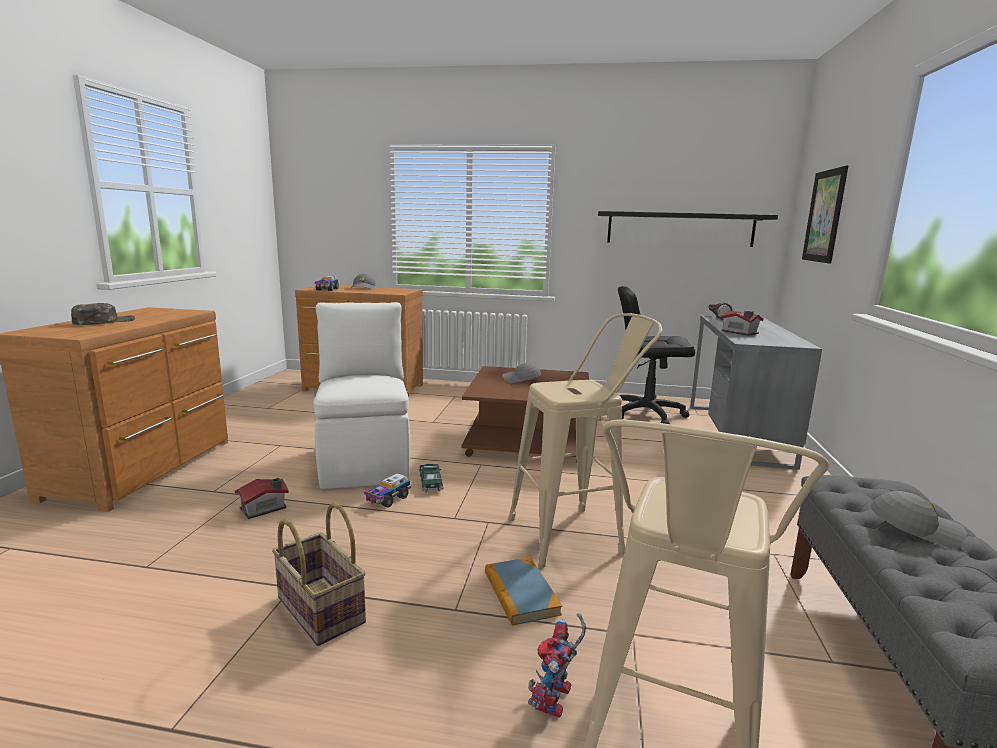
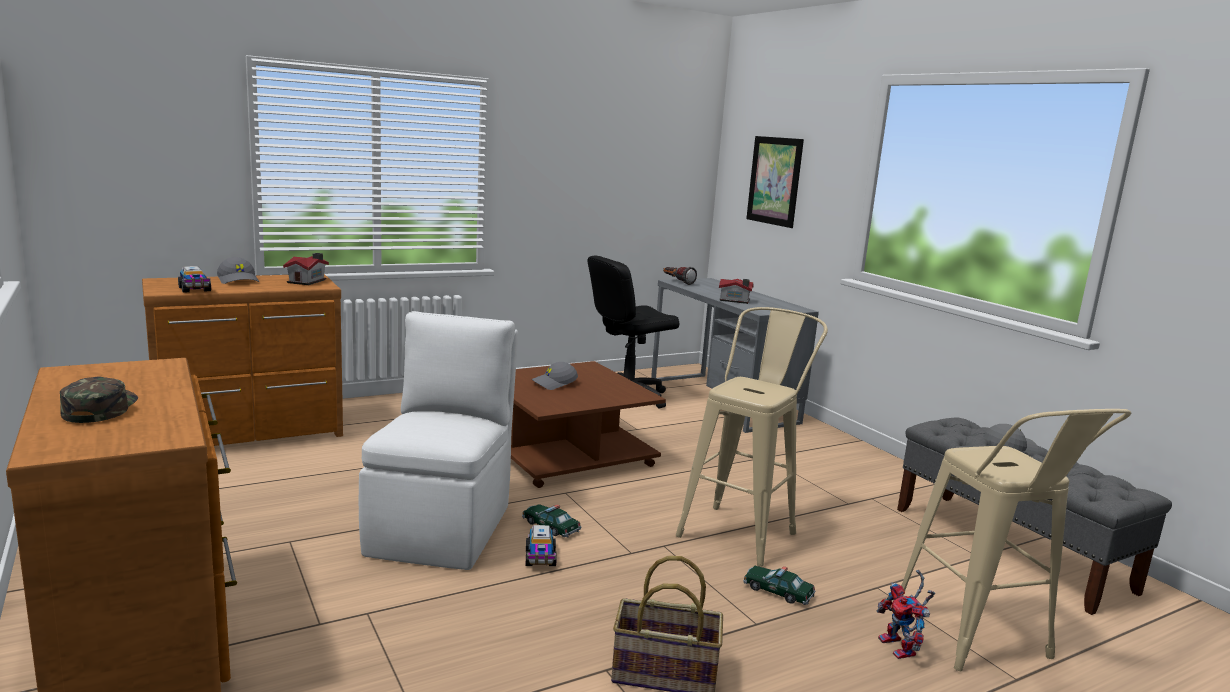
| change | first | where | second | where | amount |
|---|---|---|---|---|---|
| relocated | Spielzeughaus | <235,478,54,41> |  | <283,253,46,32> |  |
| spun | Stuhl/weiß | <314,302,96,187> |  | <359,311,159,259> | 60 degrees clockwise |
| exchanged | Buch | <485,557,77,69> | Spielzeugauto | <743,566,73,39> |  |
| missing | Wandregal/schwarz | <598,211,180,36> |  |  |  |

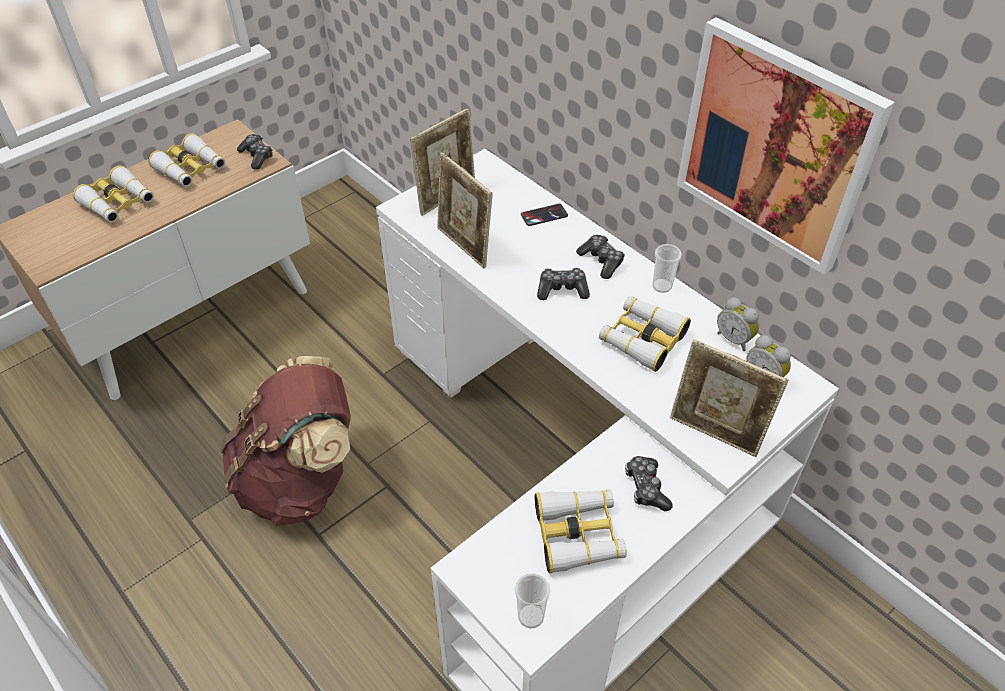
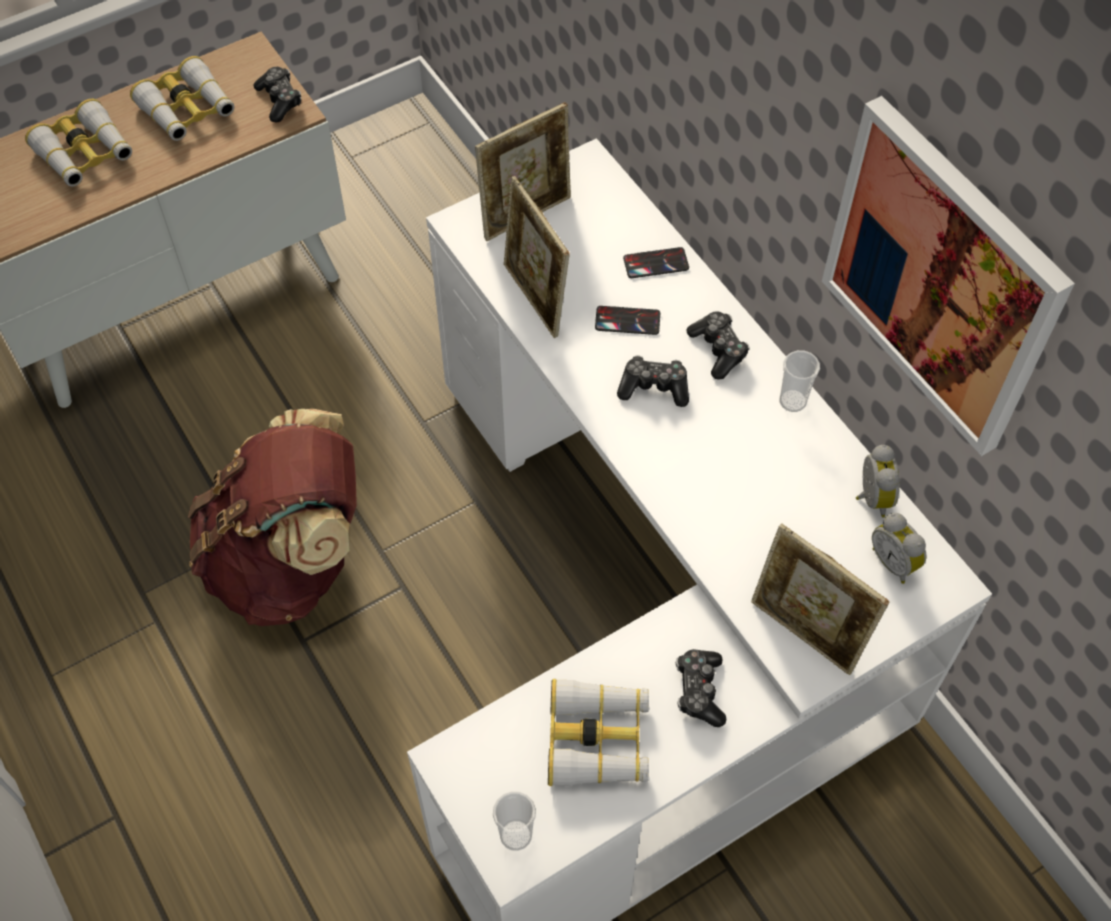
| change | first | where | second | where | amount |
|---|---|---|---|---|---|
| appeared |  |  | Handy | <595,306,65,29> |  |
| spun | Wecker | <717,297,42,54> |  | <856,445,44,73> | 150 degrees counterclockwise |
| missing | Fernglas | <599,296,92,76> |  |  |  |

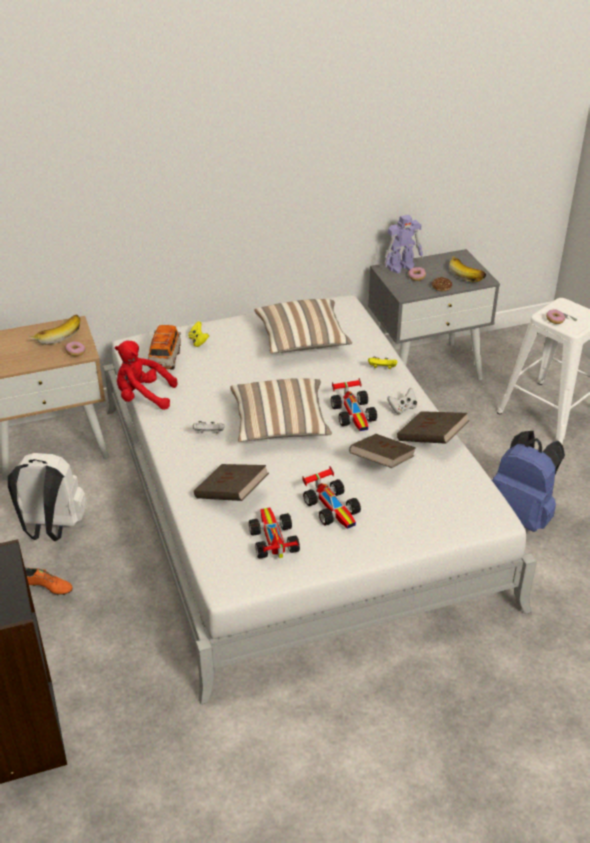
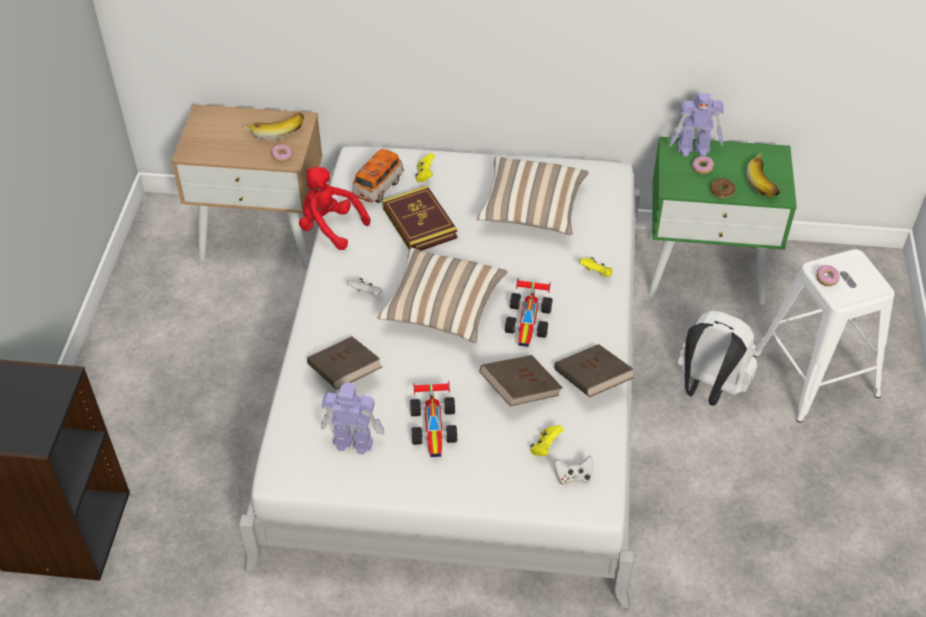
| change | first | where | second | where | amount |
|---|---|---|---|---|---|
| exchanged | Spielzeugauto | <249,507,51,52> | Spielzeugroboter | <321,382,64,72> |  |
| appeared |  |  | Buch | <382,186,75,65> |  |
| appeared |  |  | Gamepad/gelb | <530,425,34,31> |  |
| relocated | Gamepad/weiß | <387,388,30,26> |  | <554,456,39,29> |  |
| colour | Nachttisch/grau | <368,249,132,131> | Nachttisch/grün | <648,137,149,167> |  |
| relocated | Rucksack/weiß | <8,453,79,88> |  | <678,310,79,96> |  |
| missing | Schuh/orange | <25,567,48,28> |  |  |  |
| missing | Rucksack/blau | <492,431,73,101> |  |  |  |

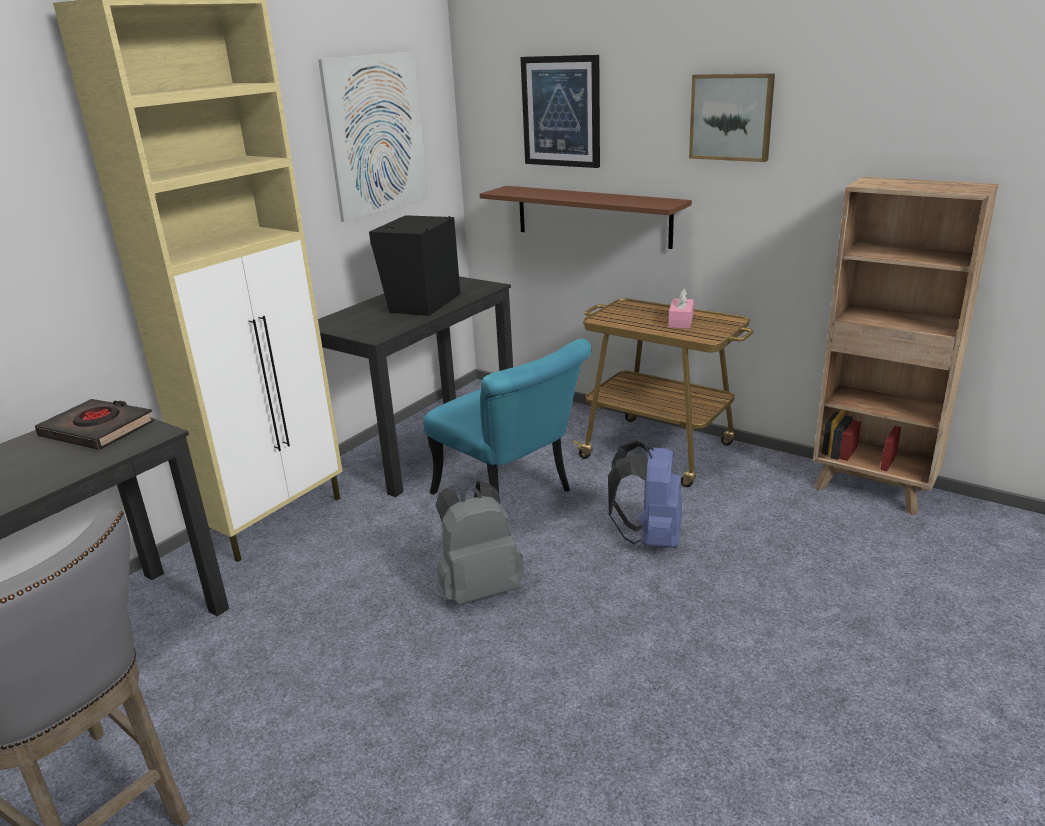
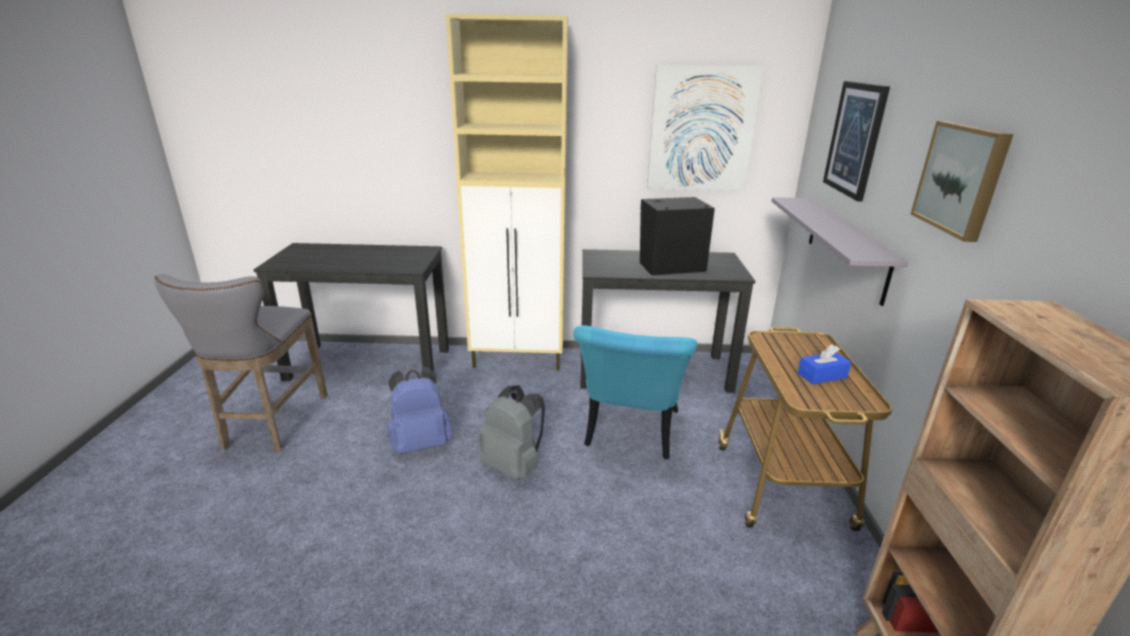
| change | first | where | second | where | amount |
|---|---|---|---|---|---|
| relocated | Rucksack/blau | <608,440,74,108> |  | <387,366,64,88> |  |
| colour | Wandregal/braun | <480,186,212,63> | Wandregal/grau | <772,197,136,109> |  |
| colour | Taschentuchbox/rosa | <668,289,26,40> | Taschentuchbox/blau | <798,344,53,41> |  |
| missing | Buch/schwarz | <35,399,119,51> |  |  |  |

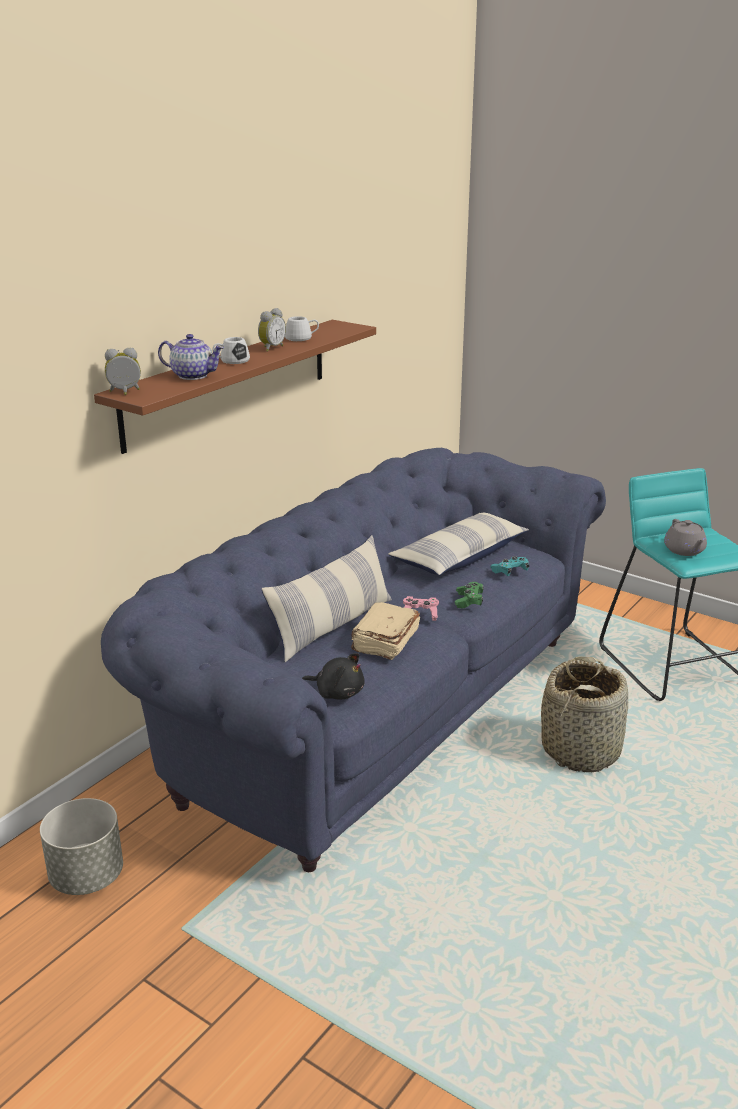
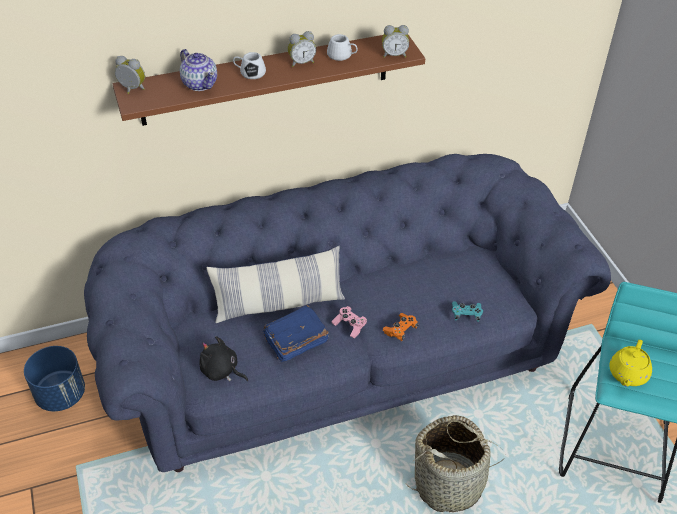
| change | first | where | second | where | amount |
|---|---|---|---|---|---|
| colour | Pflanzkübel/grau | <40,798,83,97> | Pflanzkübel/blau | <24,346,61,65> |  |
| spun | Plüschtier/schwarz | <302,653,63,47> |  | <199,336,49,45> | 150 degrees clockwise |
| colour | Buch/beige | <351,602,69,58> | Buch/blau | <263,305,66,57> |  |
| appeared |  |  | Wecker | <382,25,27,33> |  |
| colour | Gamepad/grün | <455,582,29,27> | Gamepad/orange | <383,313,35,28> |  |
| colour | Teekanne/grau | <664,519,43,37> | Teekanne/gelb | <609,340,43,47> |  |
| missing | Kissen | <388,513,141,62> |  |  |  |

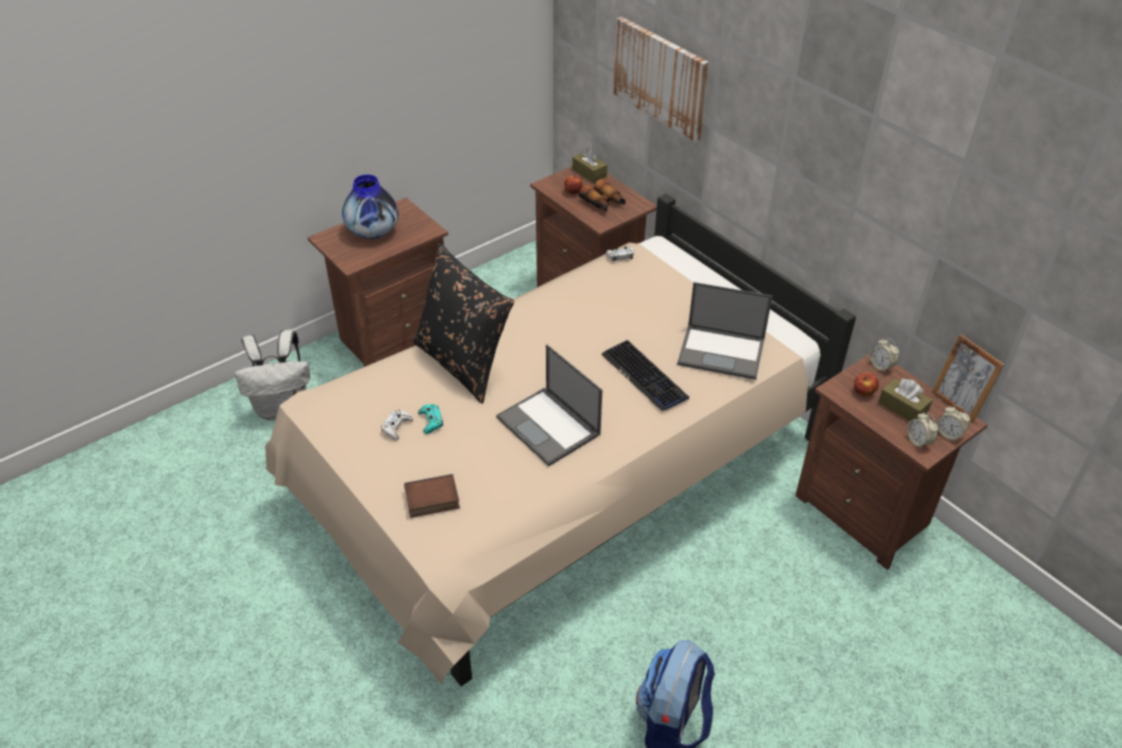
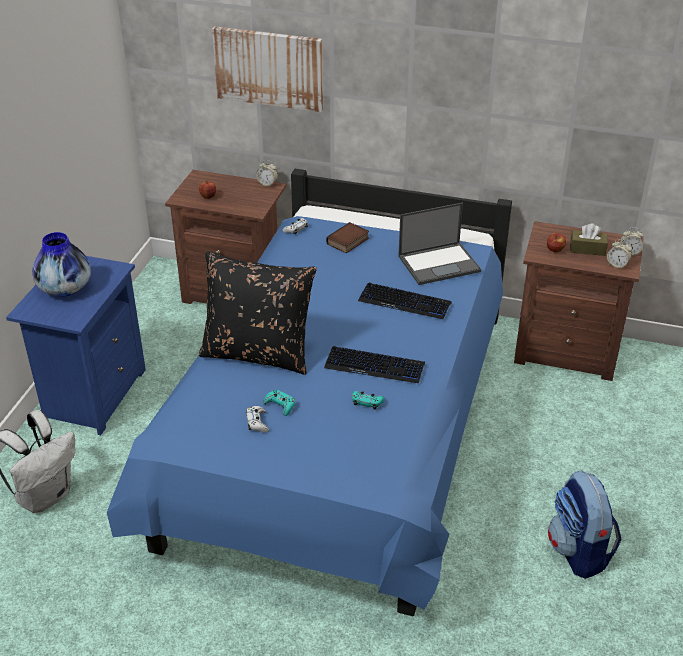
| change | first | where | second | where | amount |
|---|---|---|---|---|---|
| colour | Nachttisch/braun | <307,198,141,169> | Nachttisch/blau | <6,256,140,180> |  |
| colour | Bett/beige | <265,194,591,492> | Bett/blau | <107,169,405,447> |  |
| relocated | Wecker | <870,338,29,35> |  | <256,160,22,27> |  |
| exchanged | Laptop | <496,344,106,122> | Tastatur | <324,346,101,37> |  |
| relocated | Buch | <404,474,56,44> |  | <326,222,43,31> |  |
| appeared |  |  | Gamepad/türkis | <352,391,32,19> |  |
| missing | Taschentuchbox/braun | <572,149,35,34> |  |  |  |
| missing | Fernglas | <579,179,47,33> |  |  |  |
| missing | Bilderrahmen | <931,334,73,89> |  |  |  |

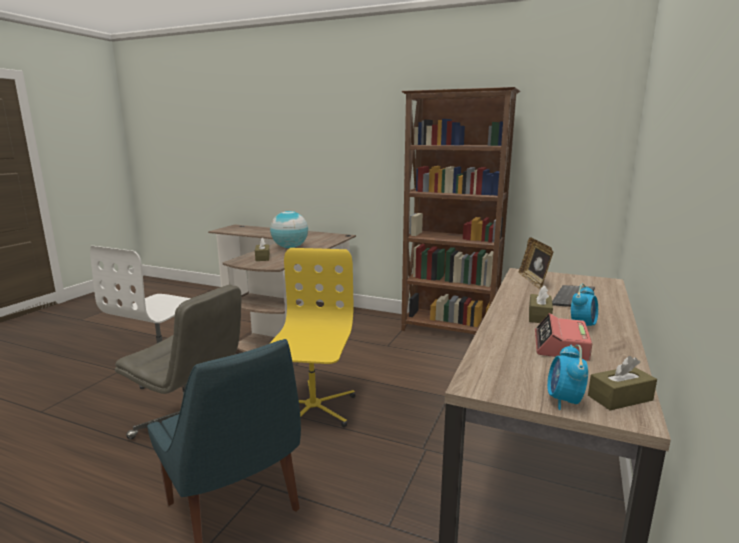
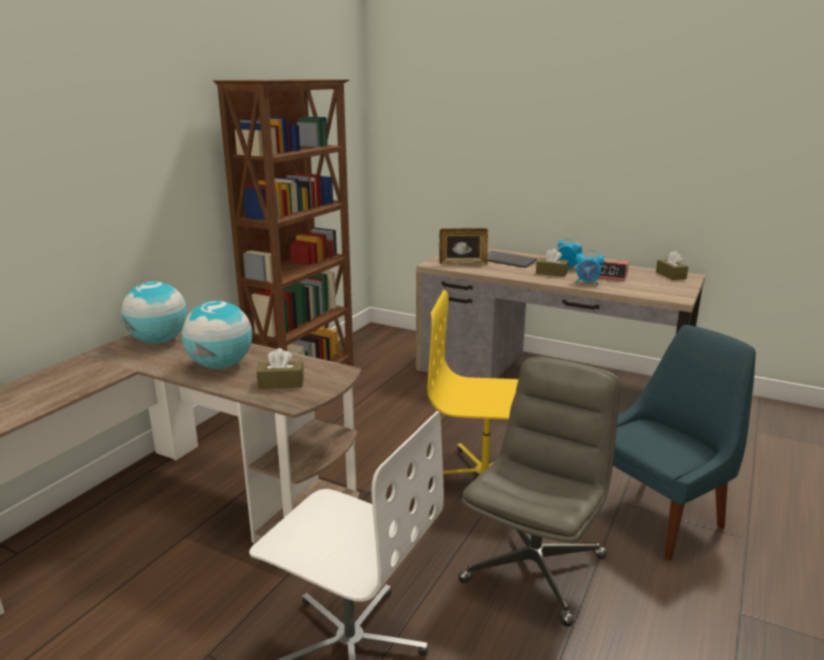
| change | first | where | second | where | amount |
|---|---|---|---|---|---|
| appeared |  |  | Globus | <121,281,66,63> |  |
| relocated | Wecker | <547,345,41,65> |  | <575,250,29,35> |  |

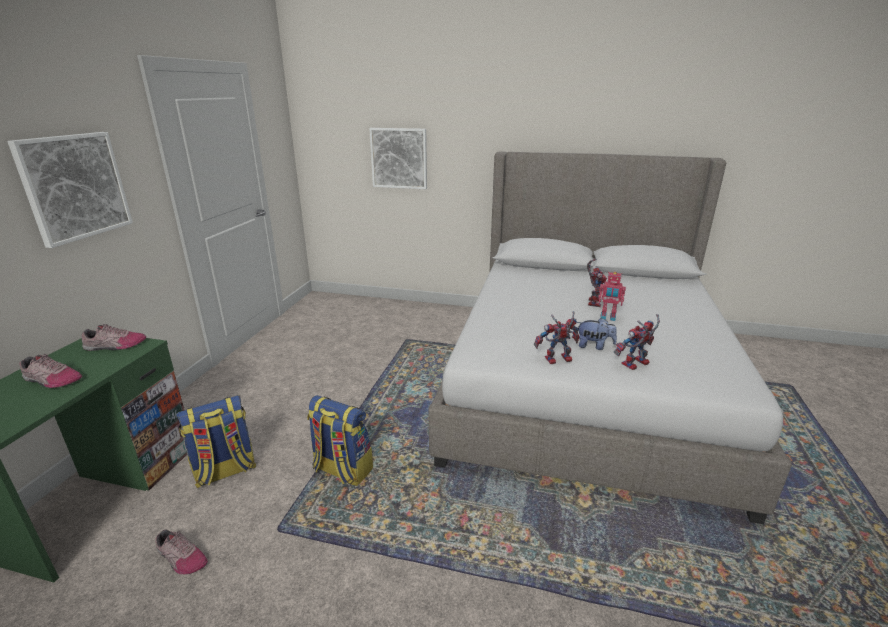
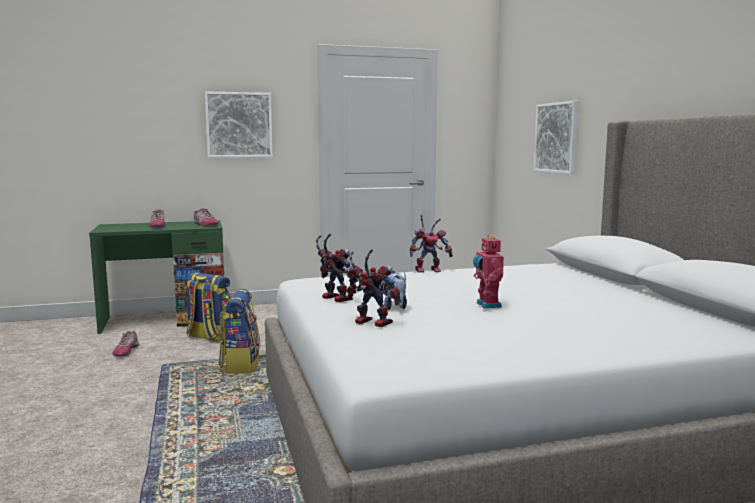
| change | first | where | second | where | amount |
|---|---|---|---|---|---|
| relocated | Spielzeugroboter | <587,259,20,48> |  | <410,215,43,58> |  |

